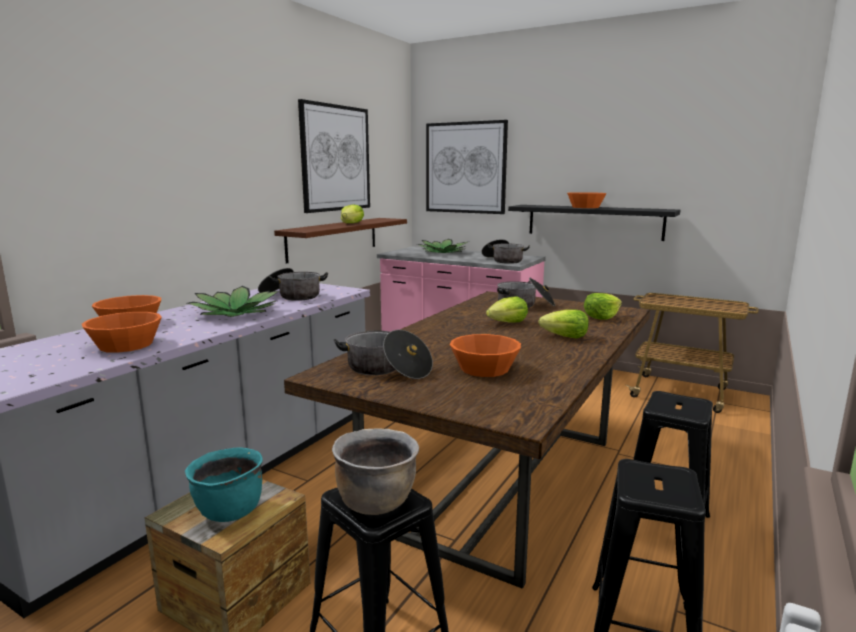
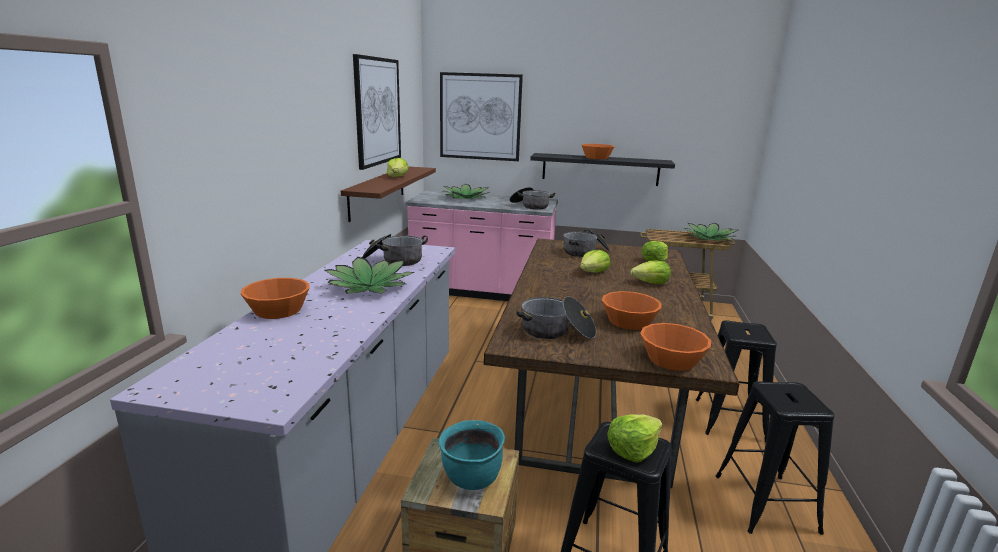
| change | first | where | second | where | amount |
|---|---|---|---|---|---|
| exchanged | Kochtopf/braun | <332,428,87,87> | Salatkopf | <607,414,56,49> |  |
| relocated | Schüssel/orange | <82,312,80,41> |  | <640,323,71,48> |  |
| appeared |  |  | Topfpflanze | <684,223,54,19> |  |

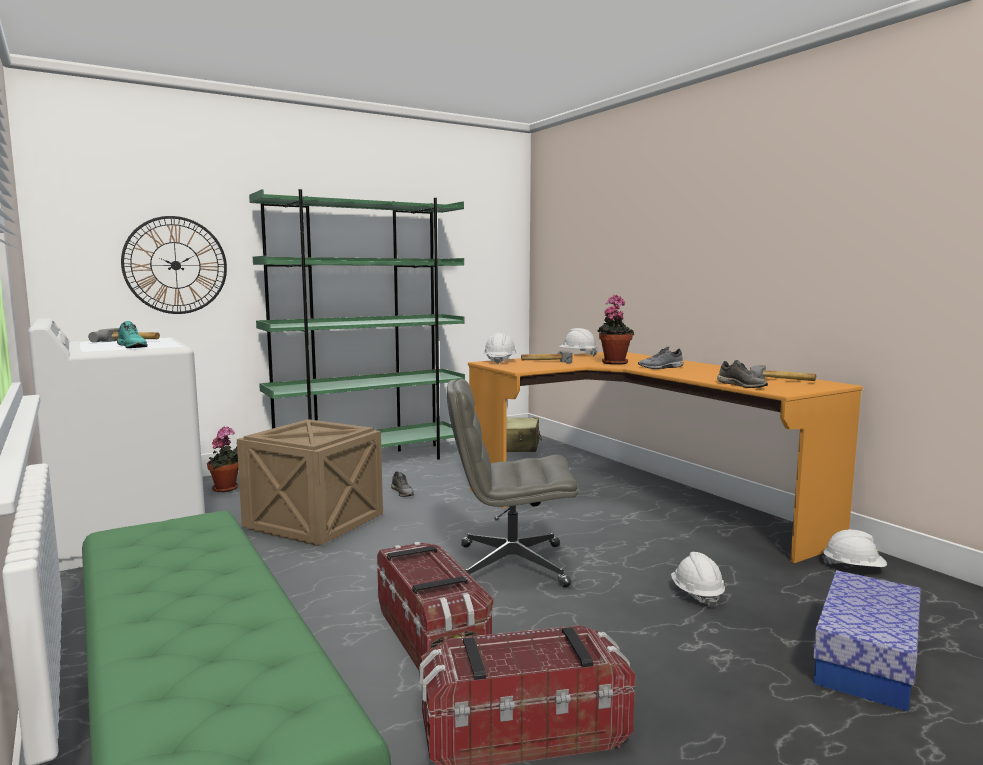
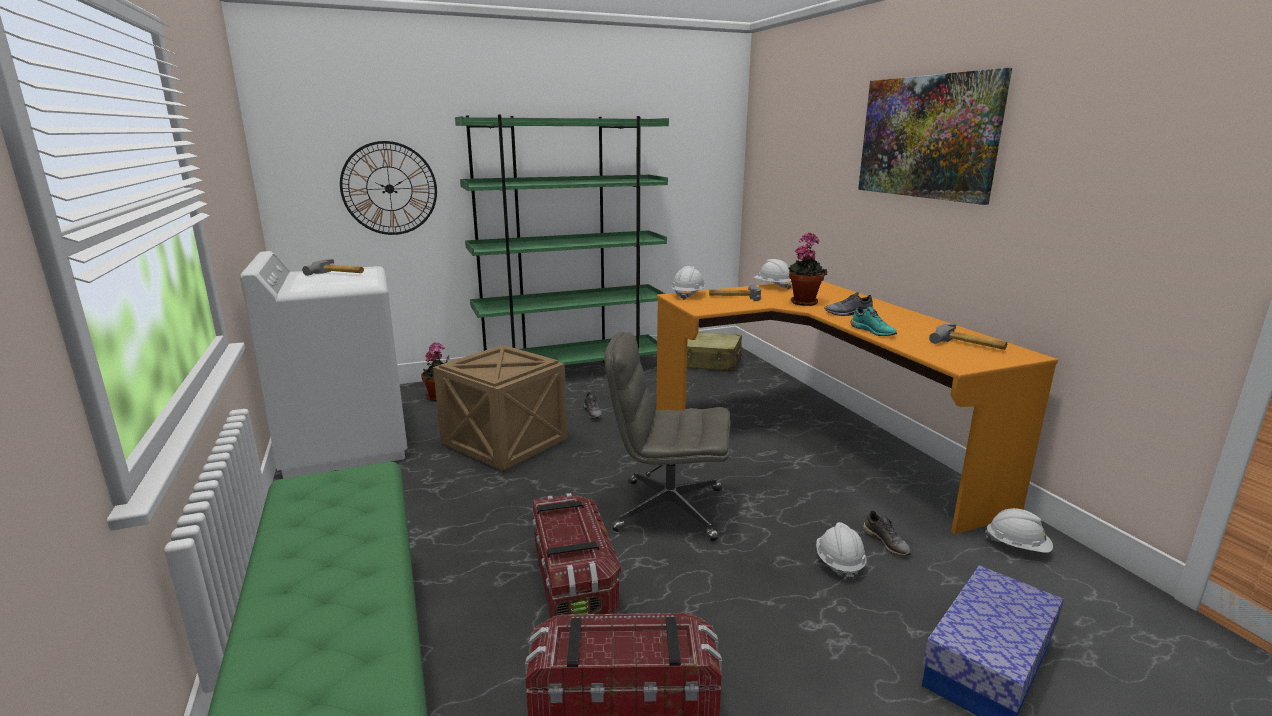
| change | first | where | second | where | amount |
|---|---|---|---|---|---|
| relocated | Schuh/türkis | <117,321,31,27> |  | <850,306,47,30> |  |
| appeared |  |  | Bild | <858,68,154,137> |  |
| relocated | Schuh/grau | <717,360,51,28> |  | <863,510,49,46> |  |

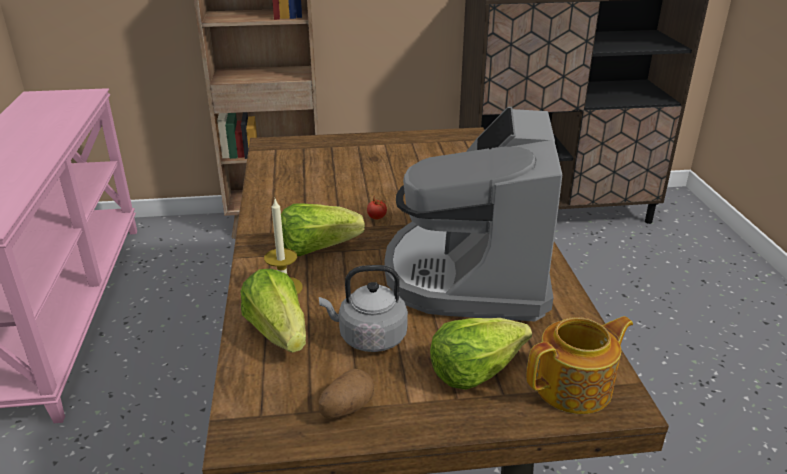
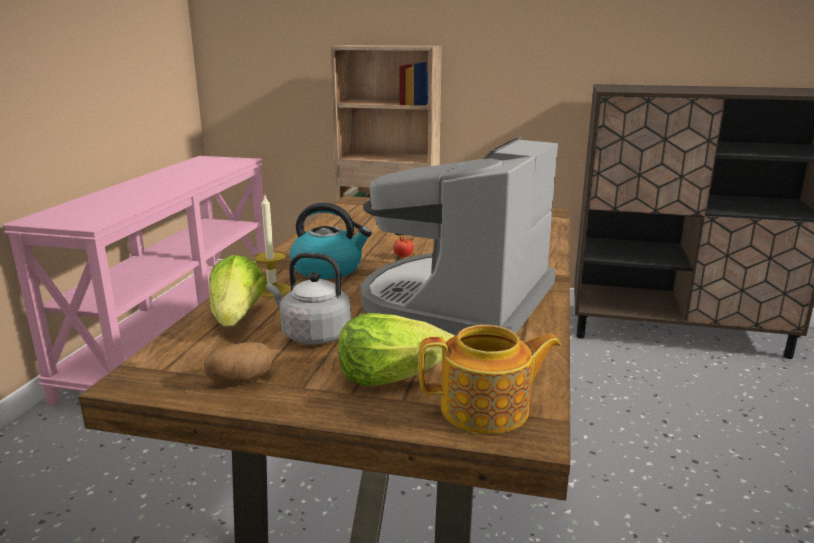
| change | first | where | second | where | amount |
|---|---|---|---|---|---|
| exchanged | Salatkopf | <281,203,84,53> | Wasserkessel | <290,203,82,76> |  |

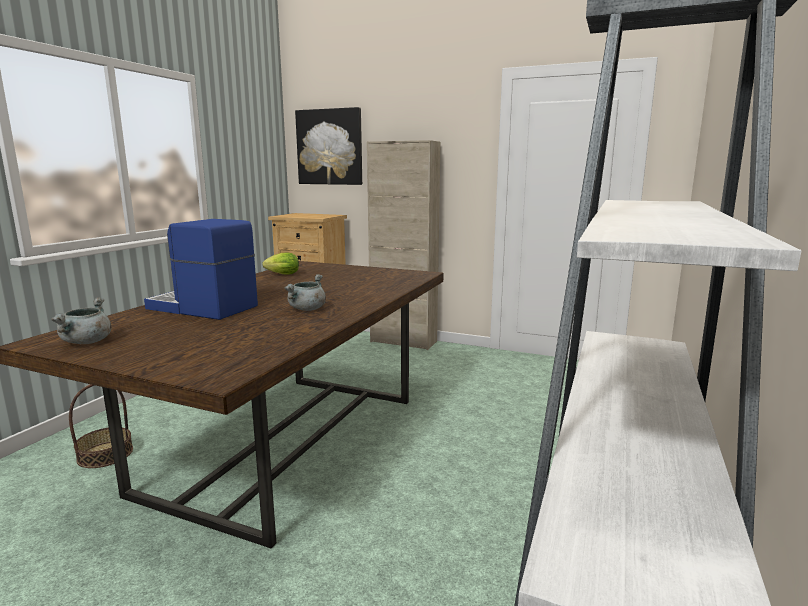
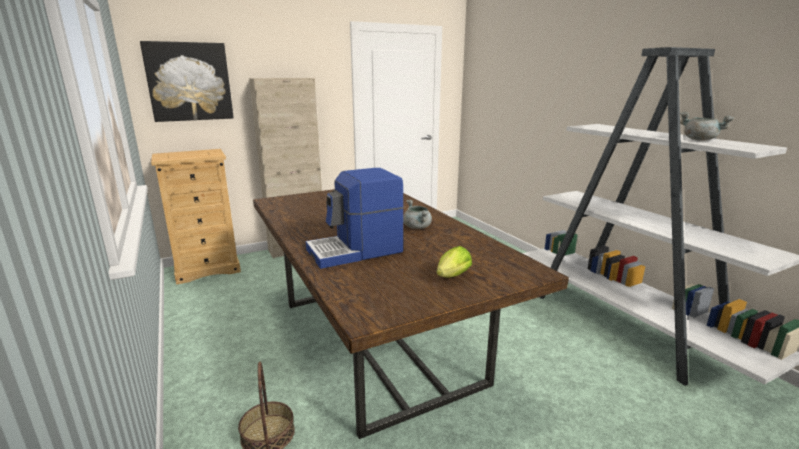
| change | first | where | second | where | amount |
|---|---|---|---|---|---|
| relocated | Salatkopf | <263,253,36,22> |  | <436,246,36,32> |  |
| relocated | Kochtopf/grau | <51,298,61,46> |  | <680,112,54,29> |  |

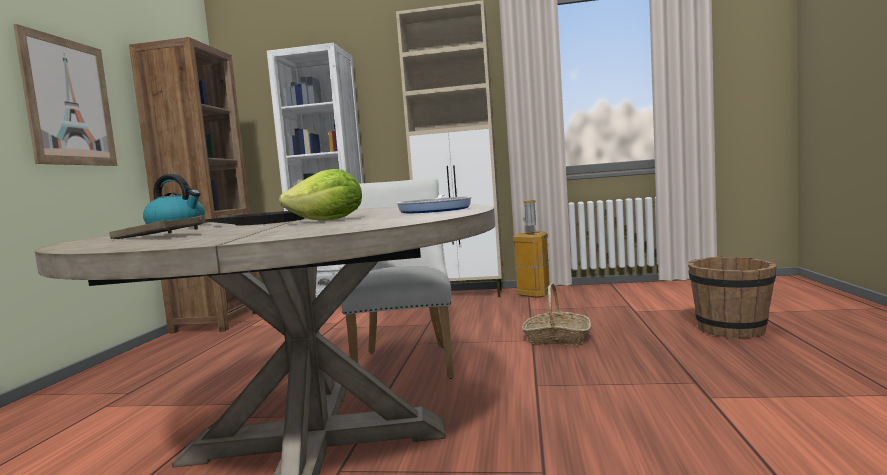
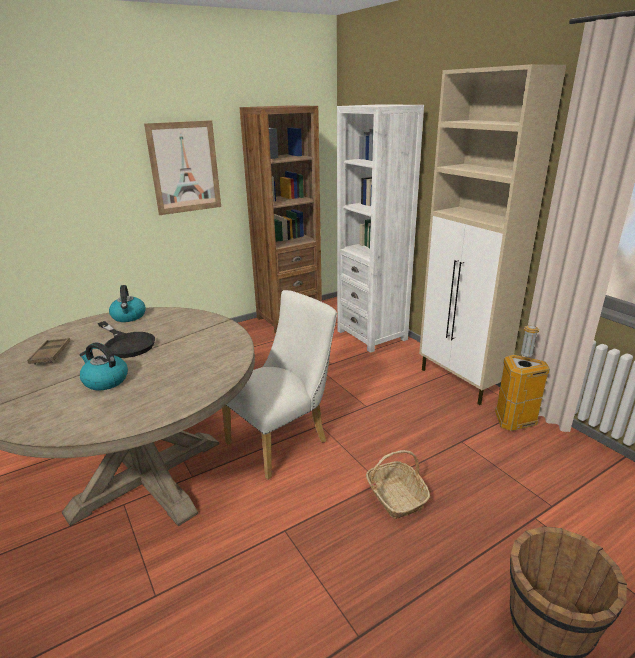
| change | first | where | second | where | amount |
|---|---|---|---|---|---|
| exchanged | Salatkopf | <279,169,83,52> | Wasserkessel | <79,342,49,48> |  |
| missing | Pfanne | <397,194,74,19> |  |  |  |

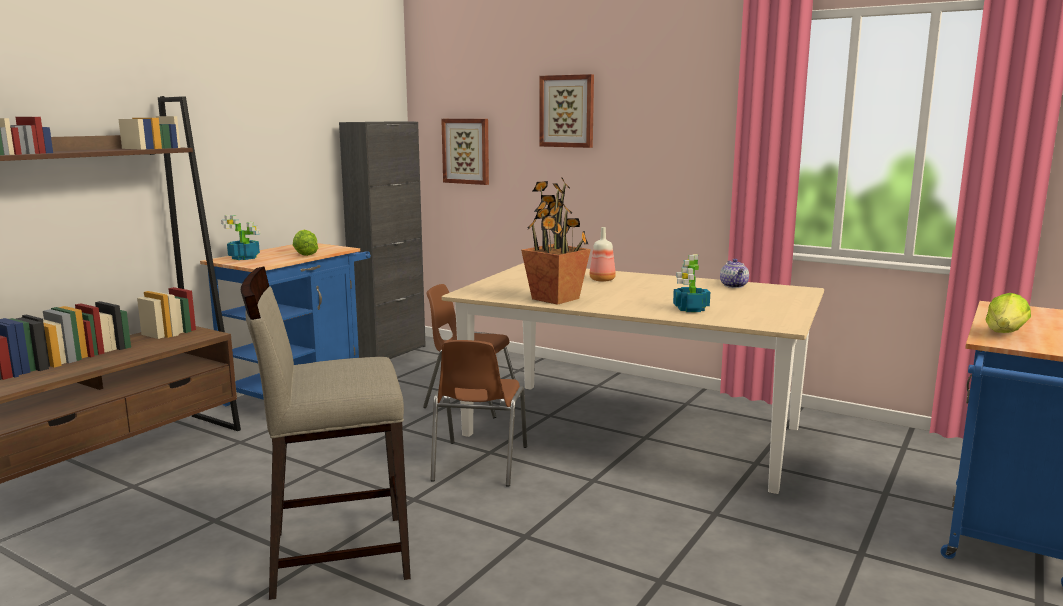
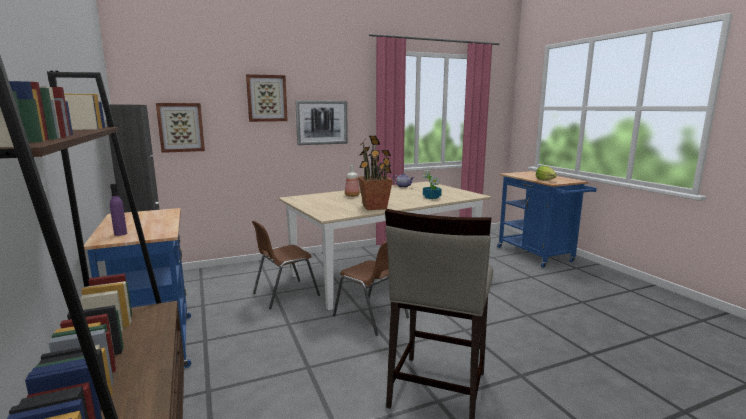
| change | first | where | second | where | amount |
|---|---|---|---|---|---|
| exchanged | Topfpflanze | <221,215,39,45> | Flasche/lila | <110,184,17,52> |  |
| appeared |  |  | Bild | <295,100,53,45> |  |
| missing | Salatkopf | <293,229,25,27> |  |  |  |

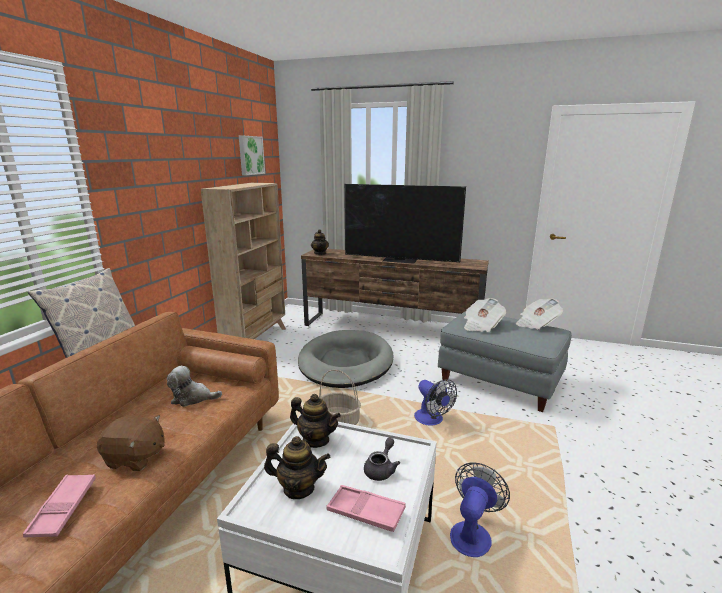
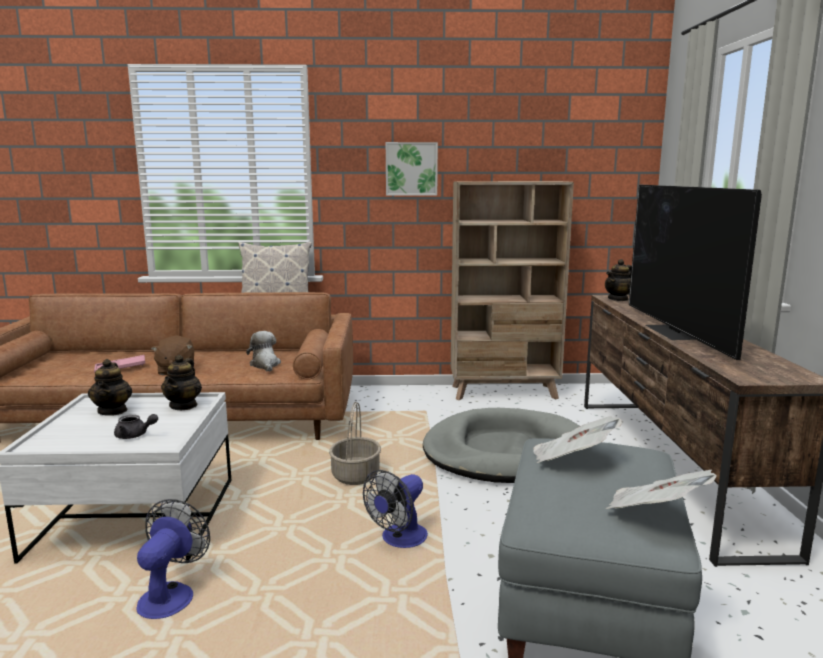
| change | first | where | second | where | amount |
|---|---|---|---|---|---|
| spun | Ventilator | <450,462,60,95> |  | <136,499,74,120> | 90 degrees counterclockwise |
| relocated | Bild | <239,136,26,39> |  | <386,142,52,54> |  |
| missing | Tablett/rosa | <326,485,80,47> |  |  |  |

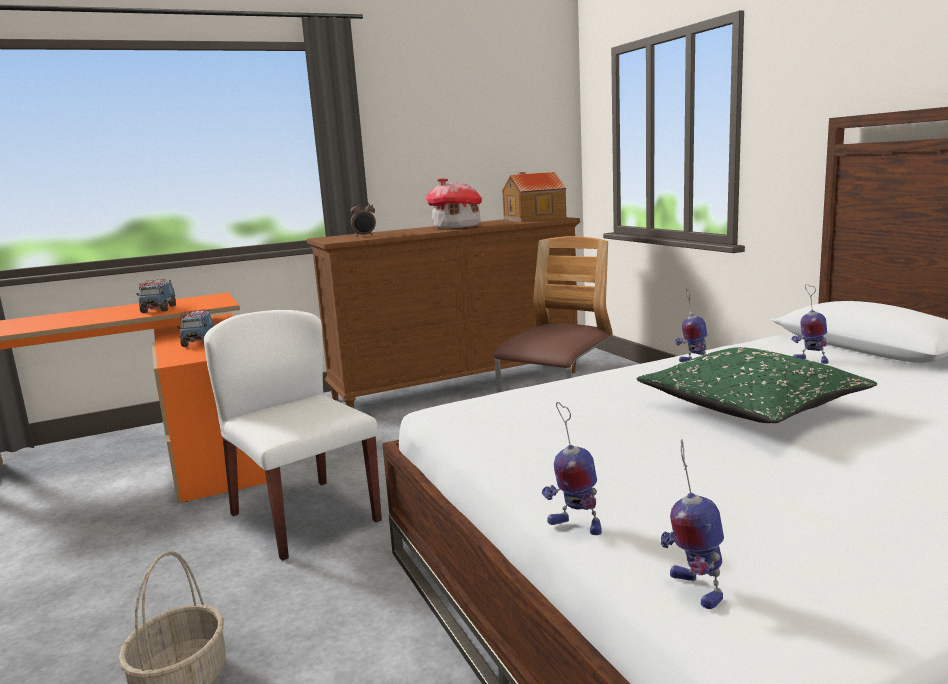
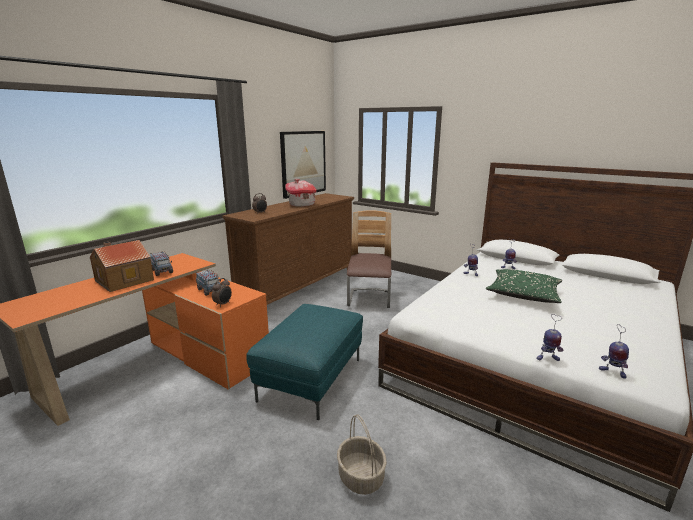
| change | first | where | second | where | amount |
|---|---|---|---|---|---|
| relocated | Spielzeughaus | <502,172,64,50> |  | <90,240,64,52> |  |
| appeared |  |  | Wecker | <212,278,20,29> |  |
| exchanged | Stuhl/weiß | <204,310,178,251> | Polsterhocker/türkis | <246,304,117,116> |  |
| appeared |  |  | Bild | <280,131,46,68> |  |

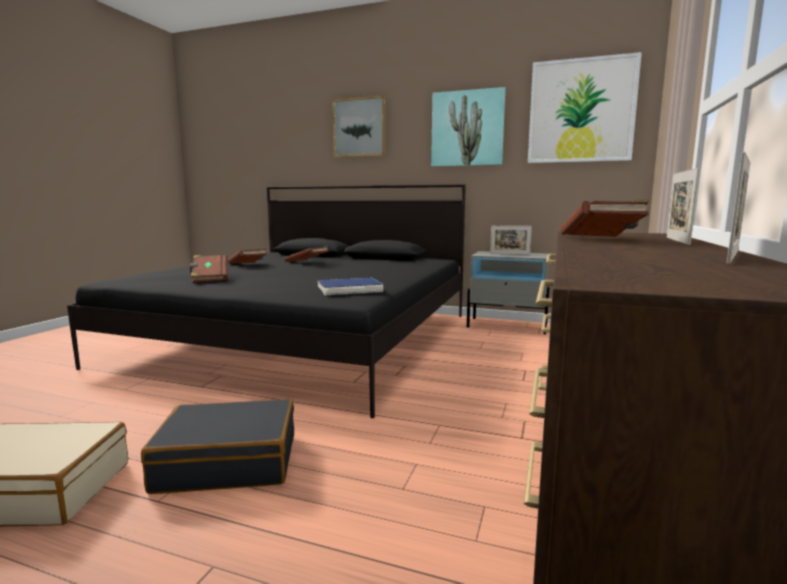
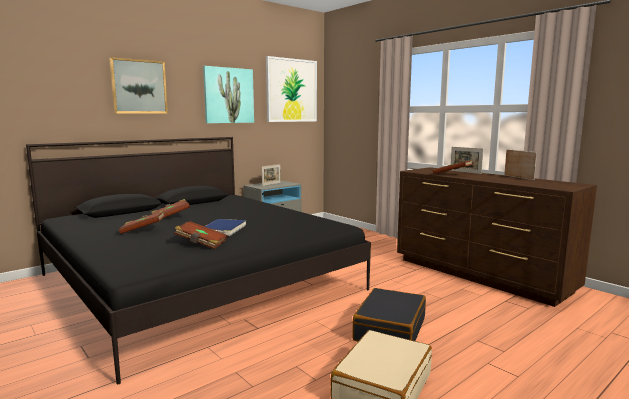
| change | first | where | second | where | amount |
|---|---|---|---|---|---|
| relocated | Buch/blau | <317,278,67,17> |  | <205,219,41,17> |  |

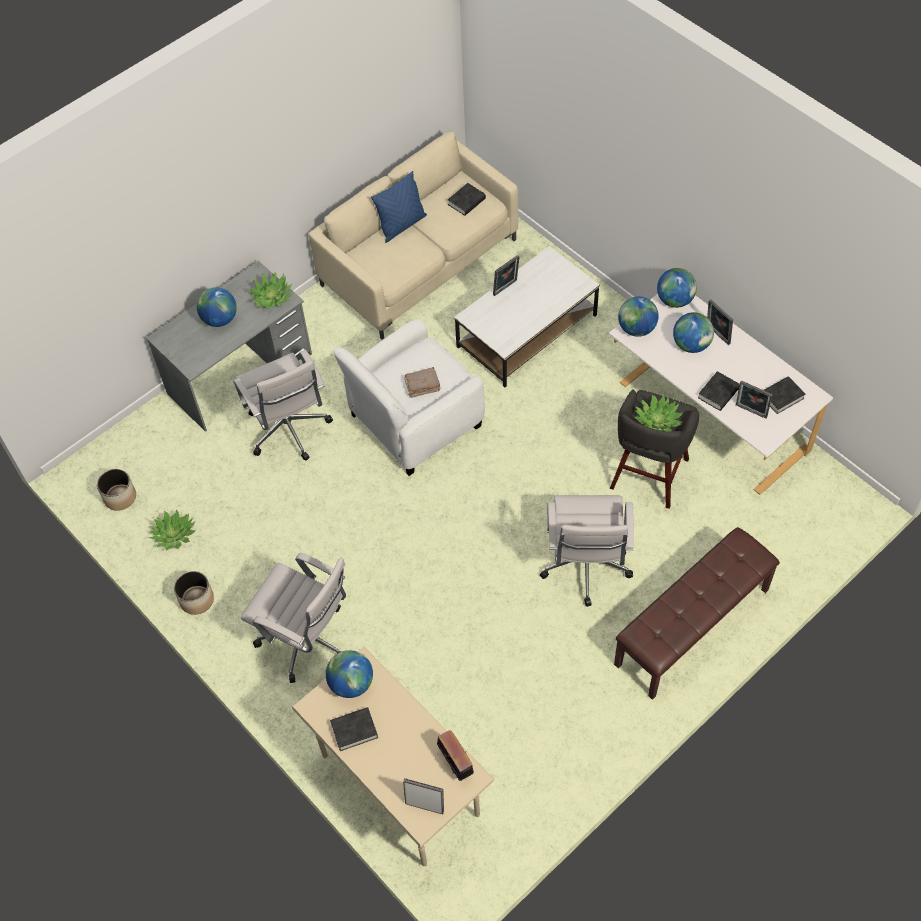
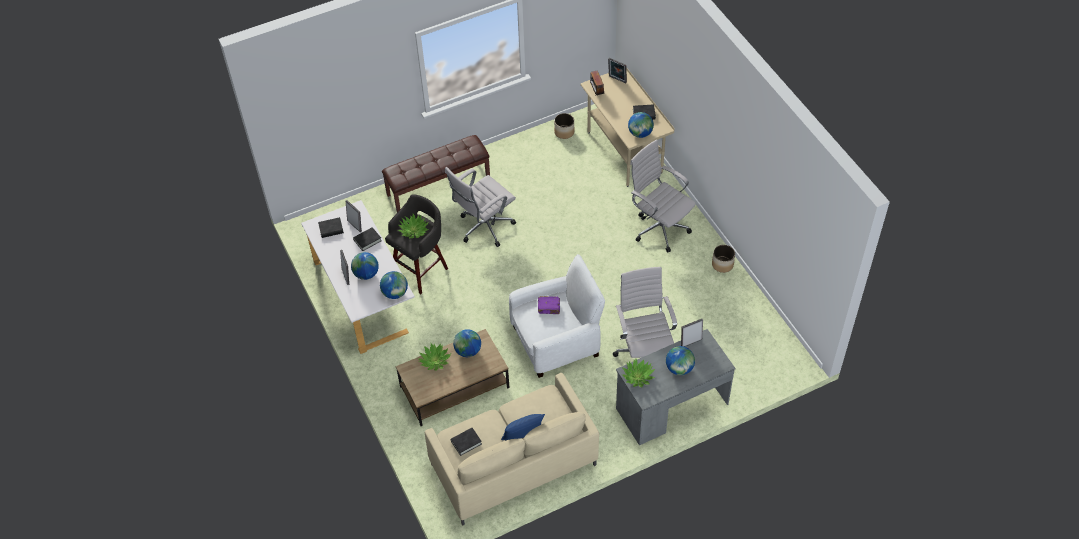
| change | first | where | second | where | amount |
|---|---|---|---|---|---|
| colour | Couchtisch/weiß | <454,246,146,142> | Couchtisch/braun | <396,329,114,97> |  |
| relocated | Topfpflanze | <149,509,47,42> |  | <419,344,32,27> |  |
| spun | Bürostuhl/weiß | <540,495,94,112> |  | <445,167,71,80> | 150 degrees counterclockwise |
| relocated | Globus | <657,268,40,40> |  | <453,329,28,28> |  |
| colour | Buch/braun | <404,367,36,31> | Buch/lila | <538,296,23,18> |  |
| relocated | Pflanzkübel | <97,469,39,42> |  | <554,113,20,26> |  |
| relocated | Bilderrahmen | <493,255,26,41> |  | <681,319,22,28> |  |

